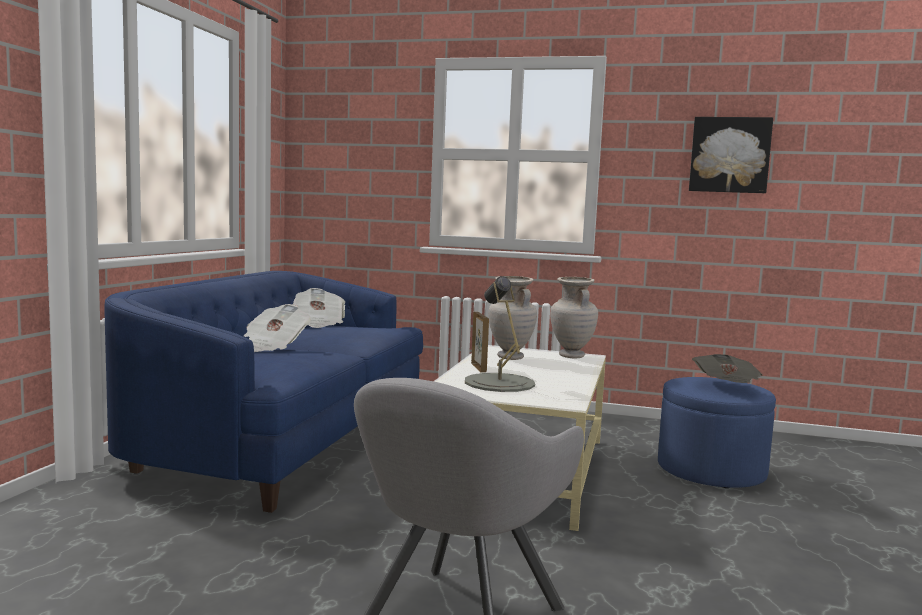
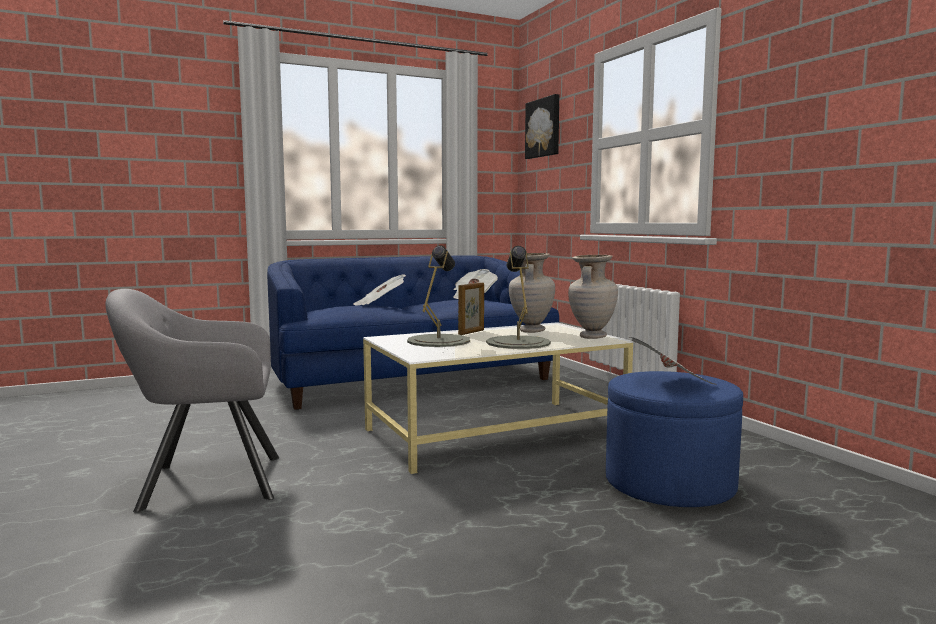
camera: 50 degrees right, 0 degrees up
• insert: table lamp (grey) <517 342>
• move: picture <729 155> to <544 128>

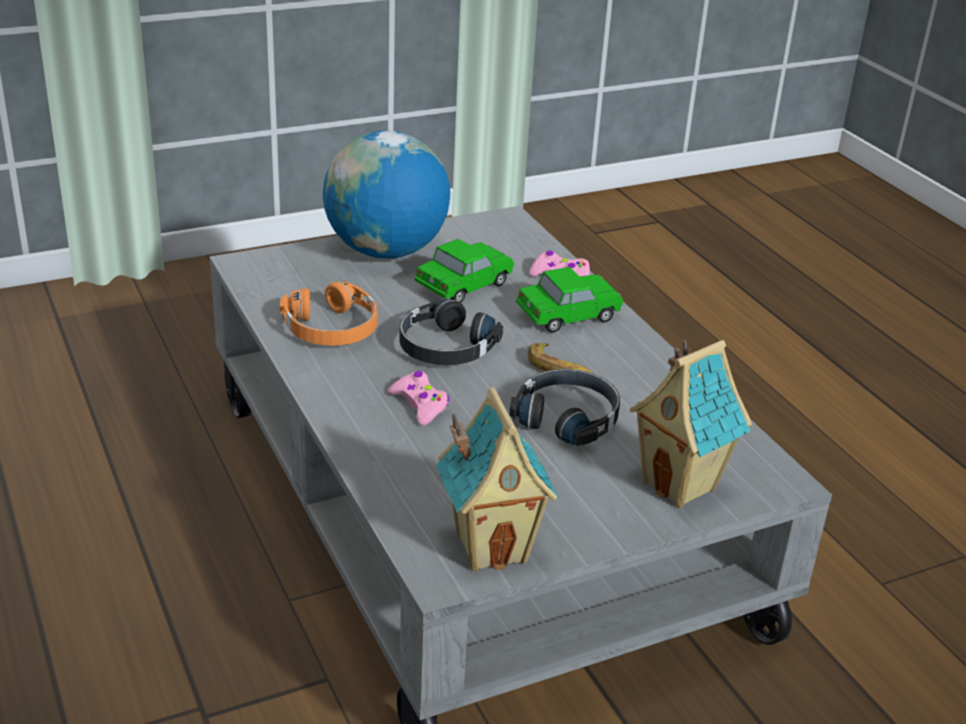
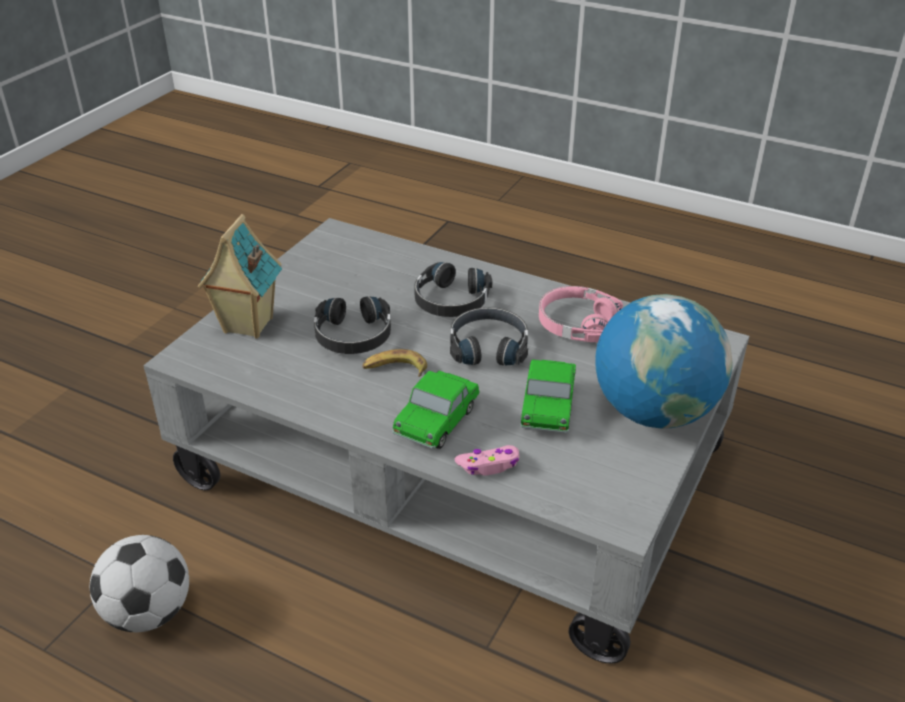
camera: 145 degrees right, 5 degrees up
• delete: toy house <492 547>
• insert: football <149 612>
• replace: game controller (pink) <420 405> to headphones (black) <450 301>
• recolor: headphones (orange) <332 328> to headphones (pink) <576 323>

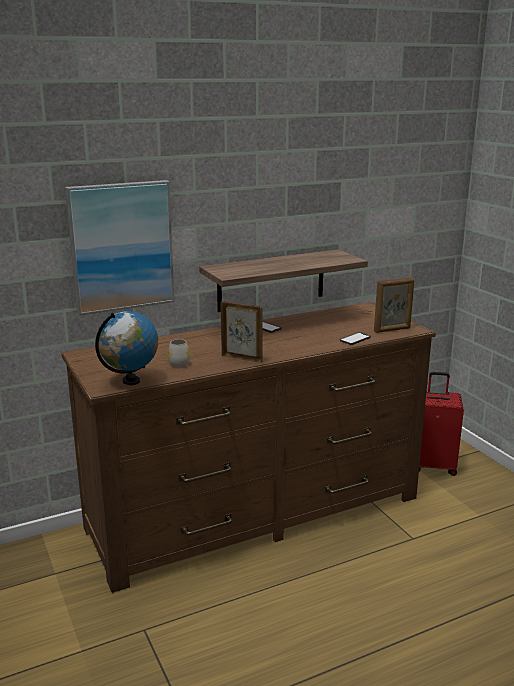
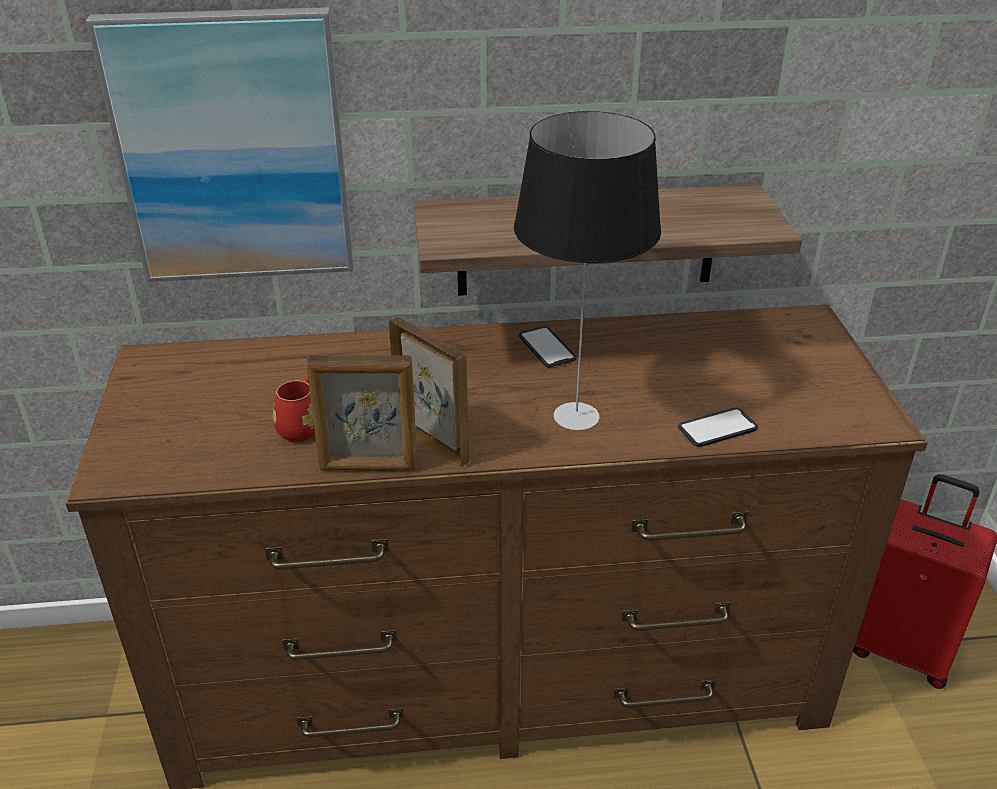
camera: 20 degrees right, 15 degrees up
• delete: globe <131 381>
• insert: table lamp <574 415>
• move: picture frame <392 330> to <368 467>
• recolor: mug (white) <179 362> to mug (red) <302 426>

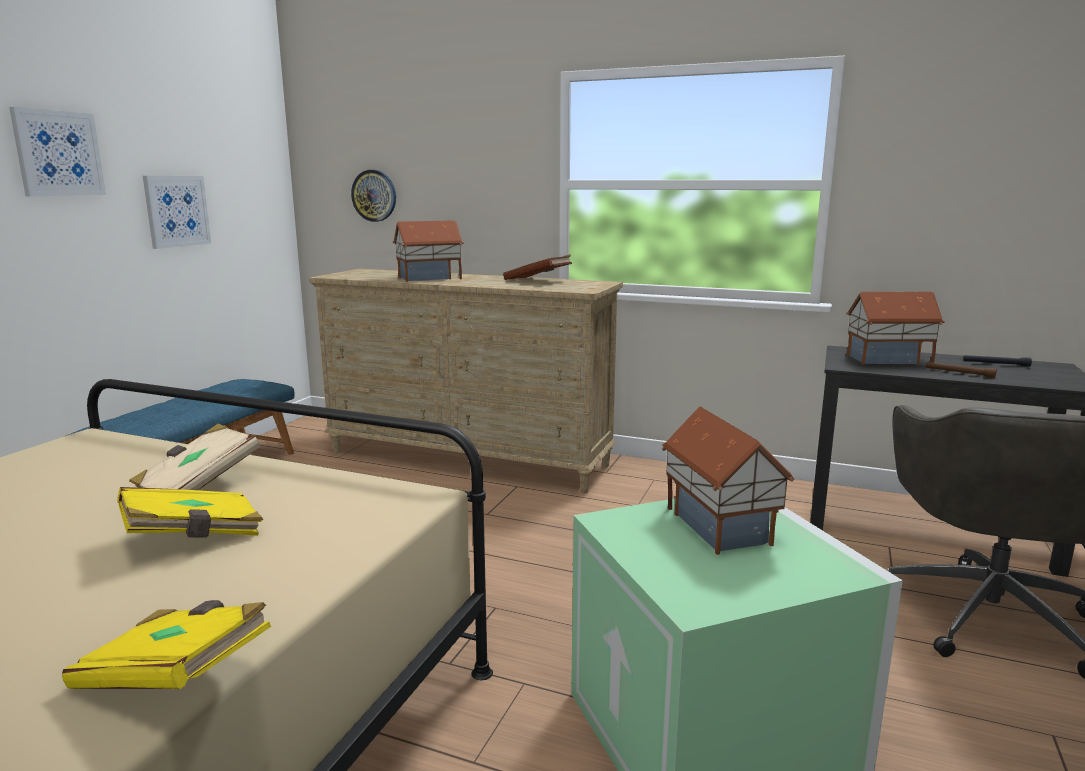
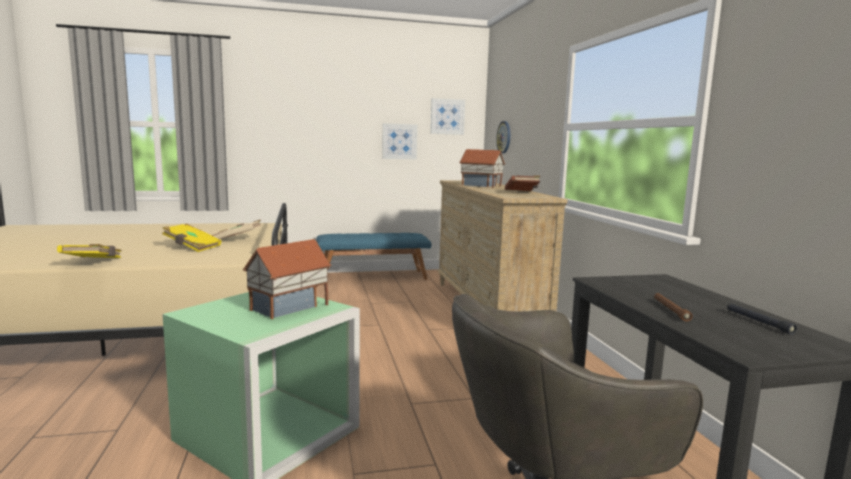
camera: 55 degrees right, 5 degrees down
• delete: toy house <889 360>
• move: picture <58 153> to <447 116>

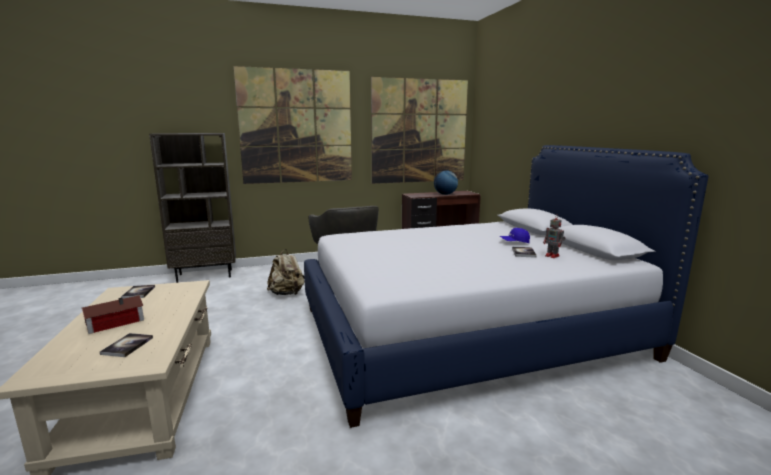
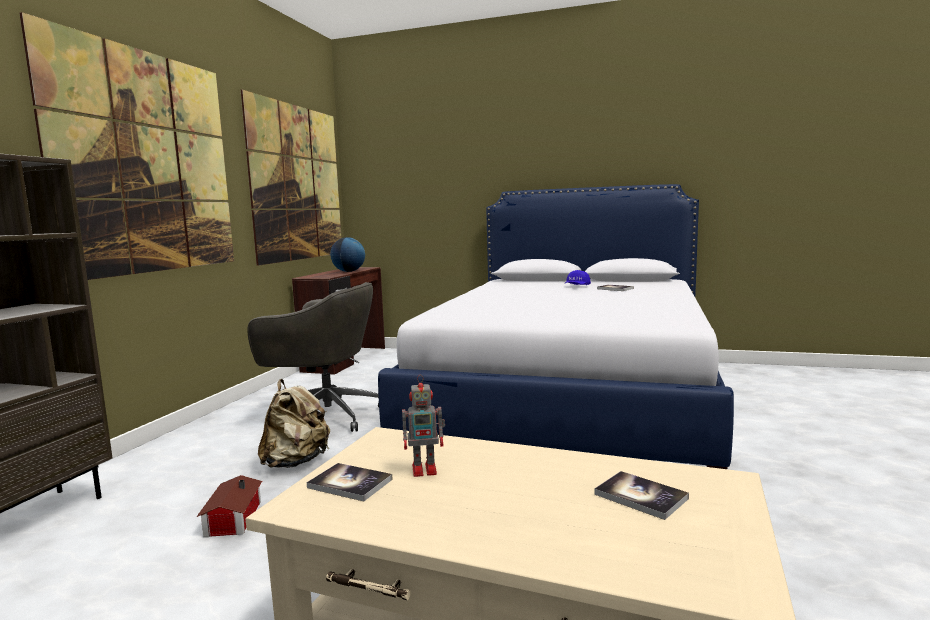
camera: 55 degrees left, 5 degrees down
• move: toy house <113 322> to <231 519>
• move: toy robot <553 256> to <426 469>

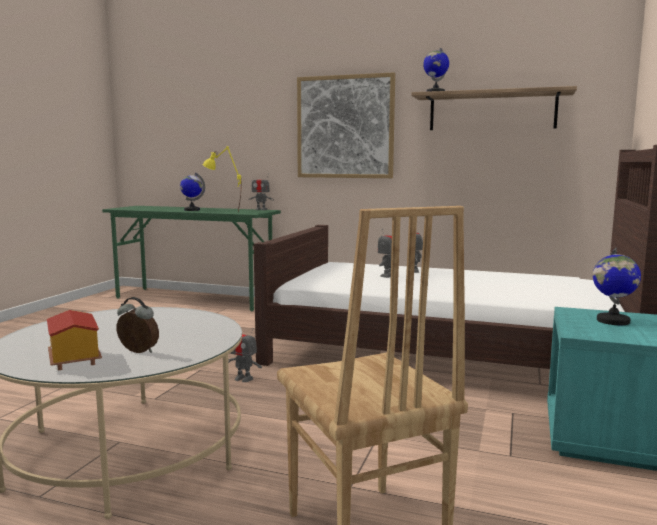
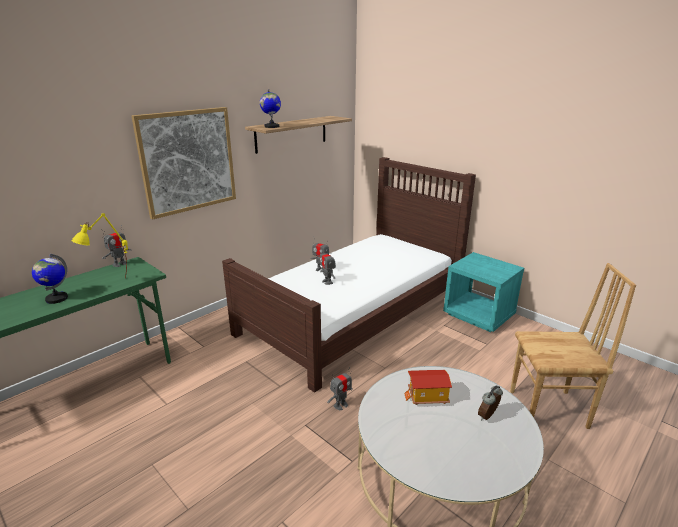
camera: 65 degrees left, 15 degrees up
• delete: globe <612 321>
• move: toy house <73 359> to <427 397>

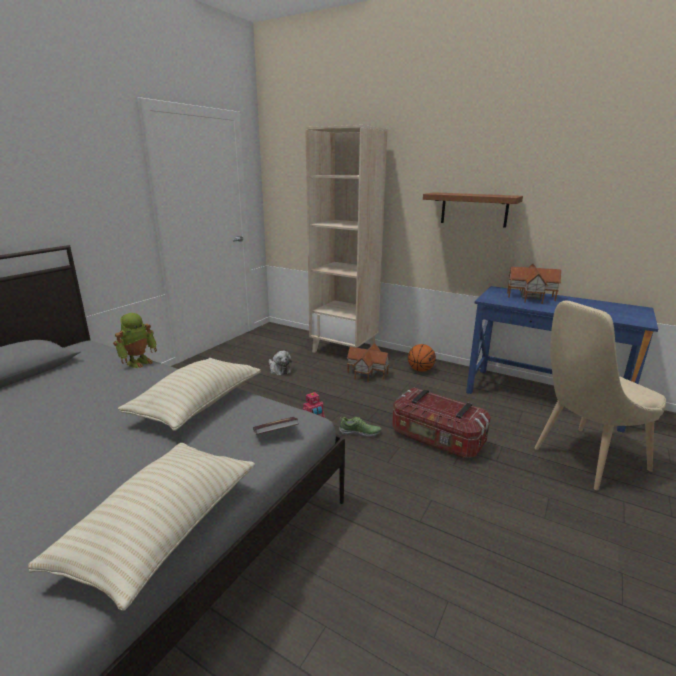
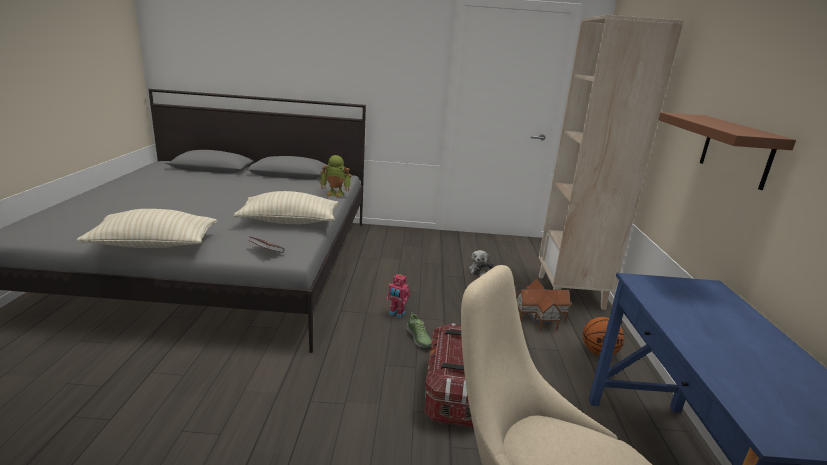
camera: 60 degrees right, 0 degrees up
• delete: toy house <531 297>

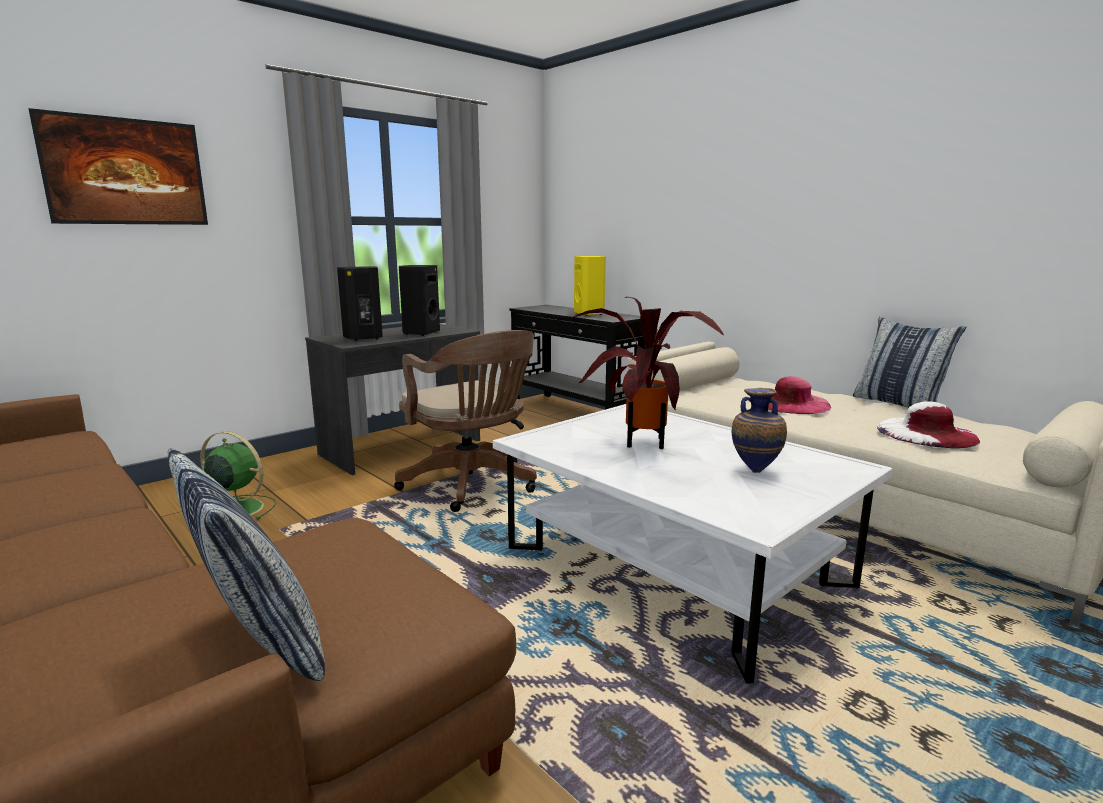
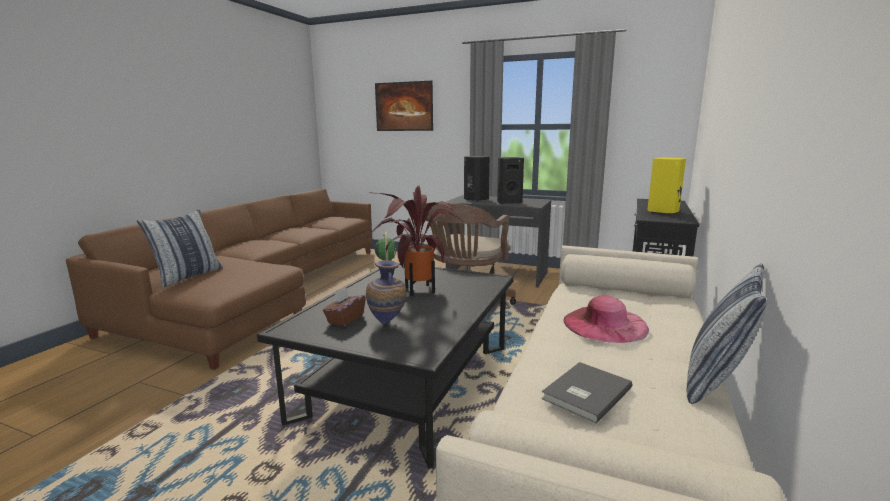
camera: 65 degrees right, 0 degrees up
• insert: tissue box (brown) <345 319>
• replace: hat (white) <926 433> to book (grey) <584 393>
• recolor: coffee table (white) <674 566> to coffee table (black) <408 382>

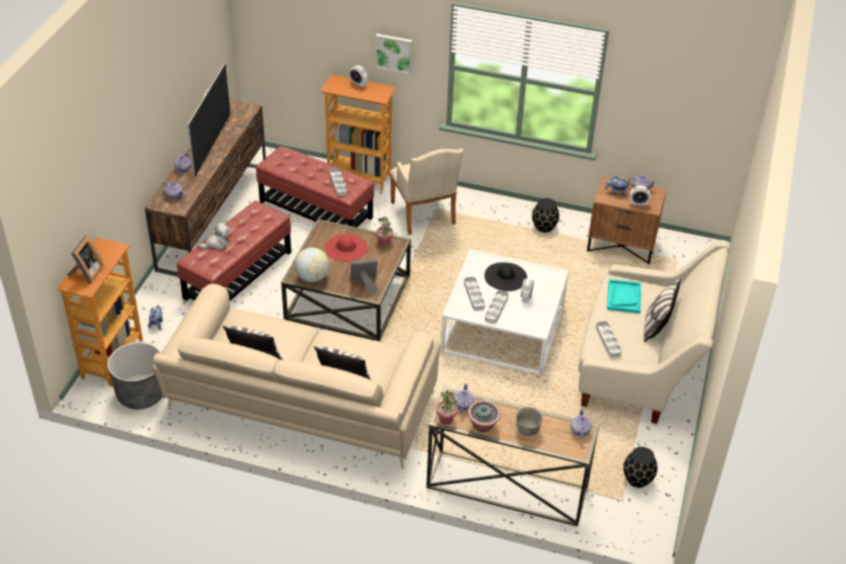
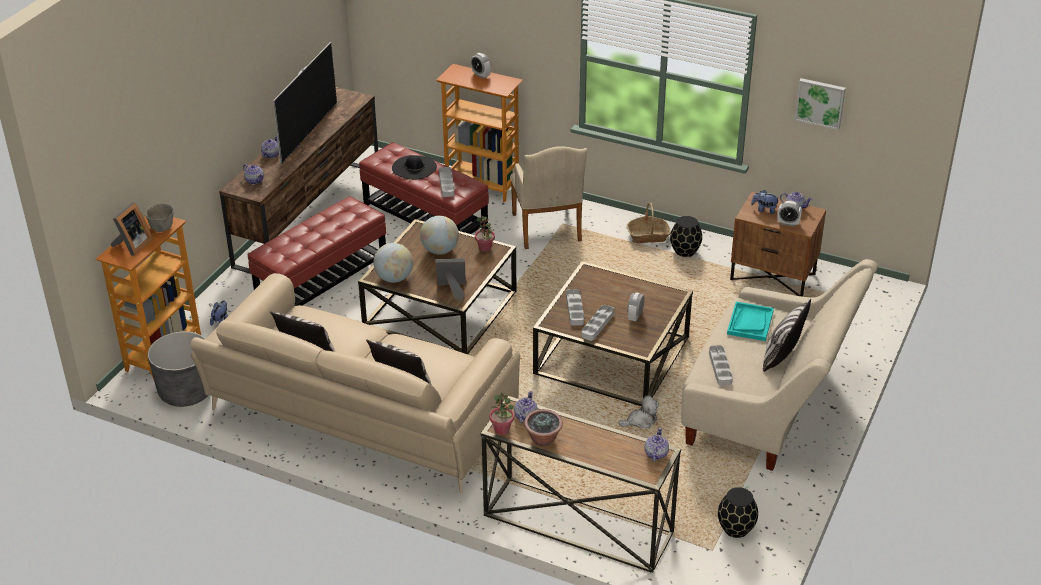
camera: 10 degrees right, 5 degrees down
• insert: basket <648 236>
• move: plush toy <217 243> to <641 421>
• move: picture <394 52> to <820 102>
• move: hat (black) <505 277> to <414 167>
• move: bowl (grey) <527 430> to <162 228>
• replace: hat (red) <346 248> to globe <440 250>
• recolor: coffee table (white) <503 329> to coffee table (brown) <612 355>

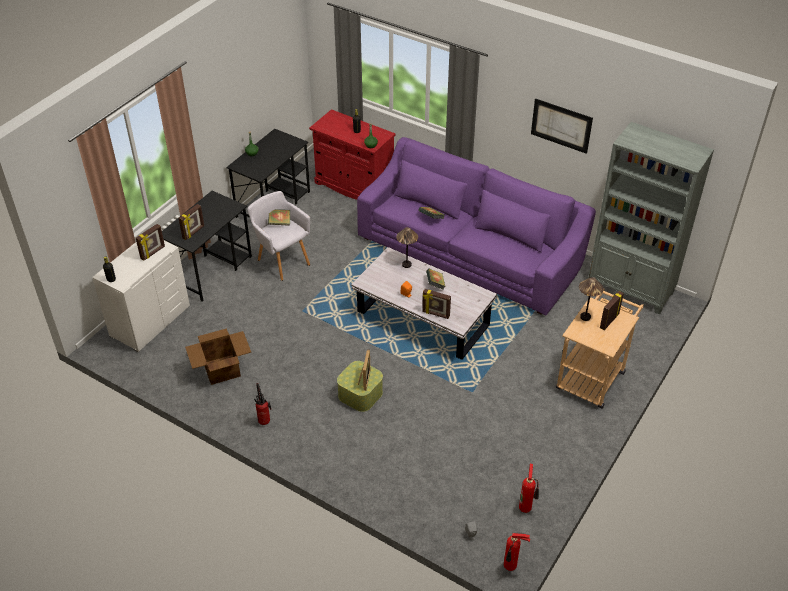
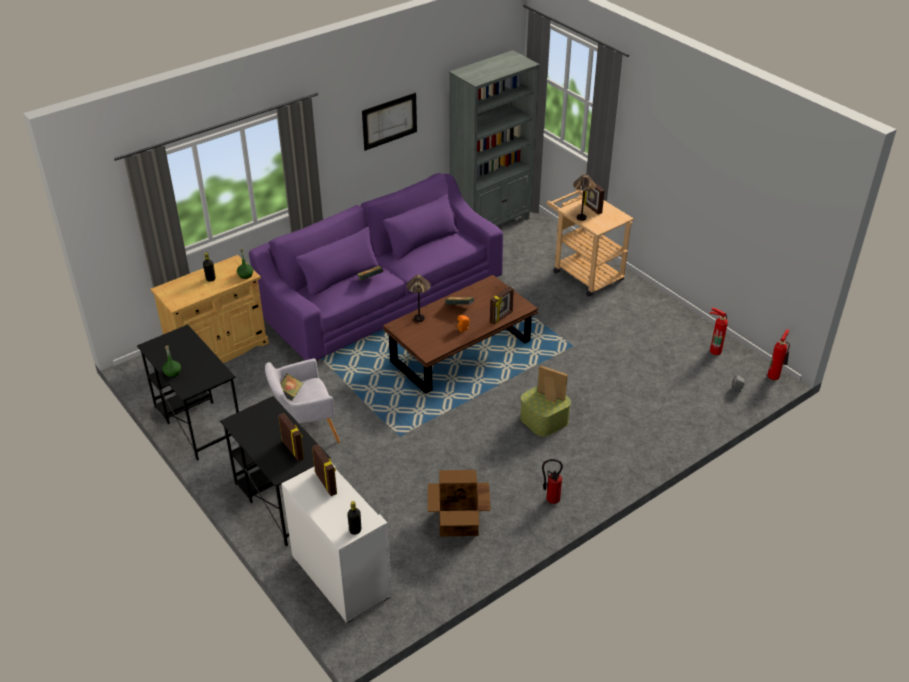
camera: 70 degrees left, 5 degrees down
• recolor: cabinet (red) <354 186> to cabinet (beige) <218 350>
• recolor: coffee table (white) <423 319> to coffee table (brown) <461 352>

